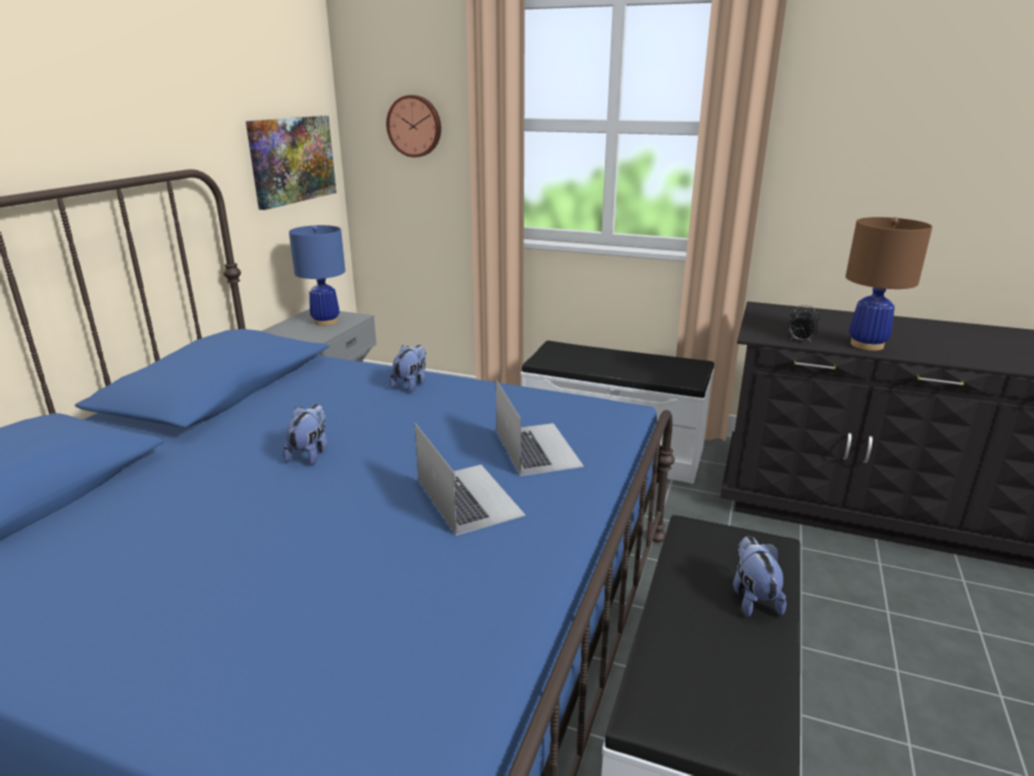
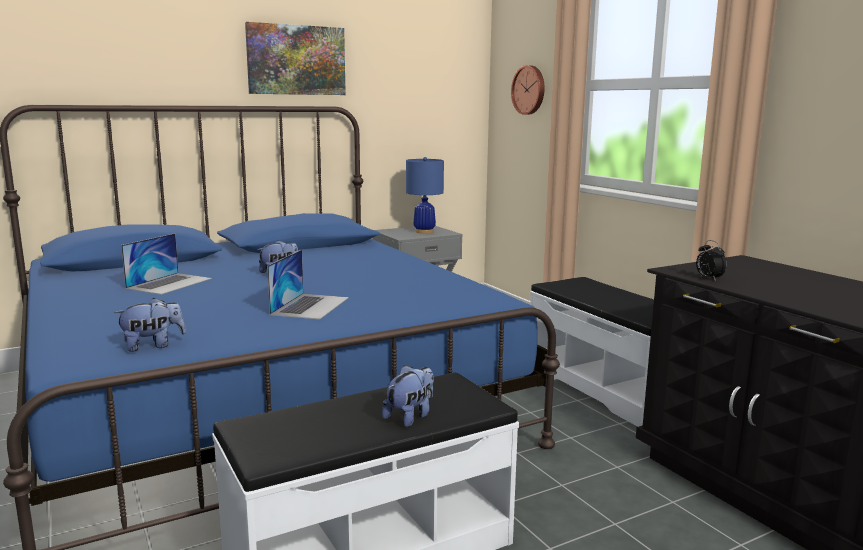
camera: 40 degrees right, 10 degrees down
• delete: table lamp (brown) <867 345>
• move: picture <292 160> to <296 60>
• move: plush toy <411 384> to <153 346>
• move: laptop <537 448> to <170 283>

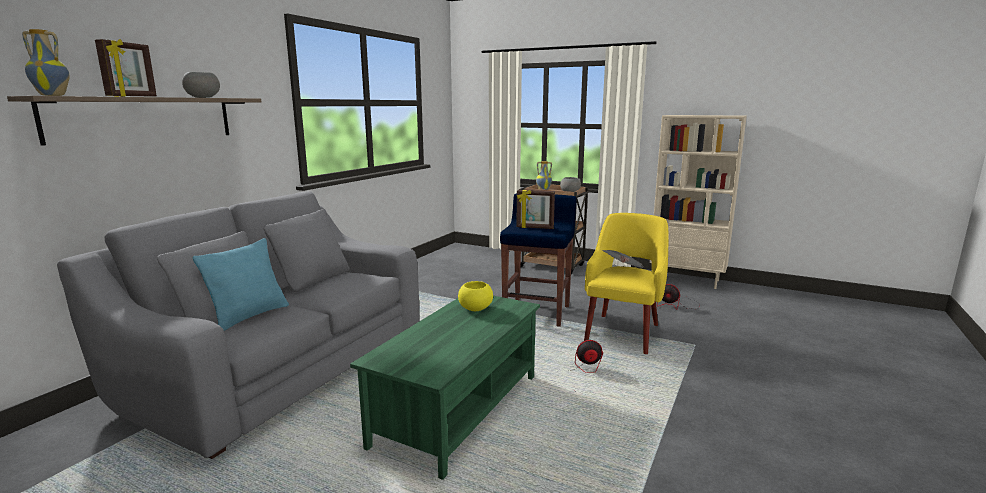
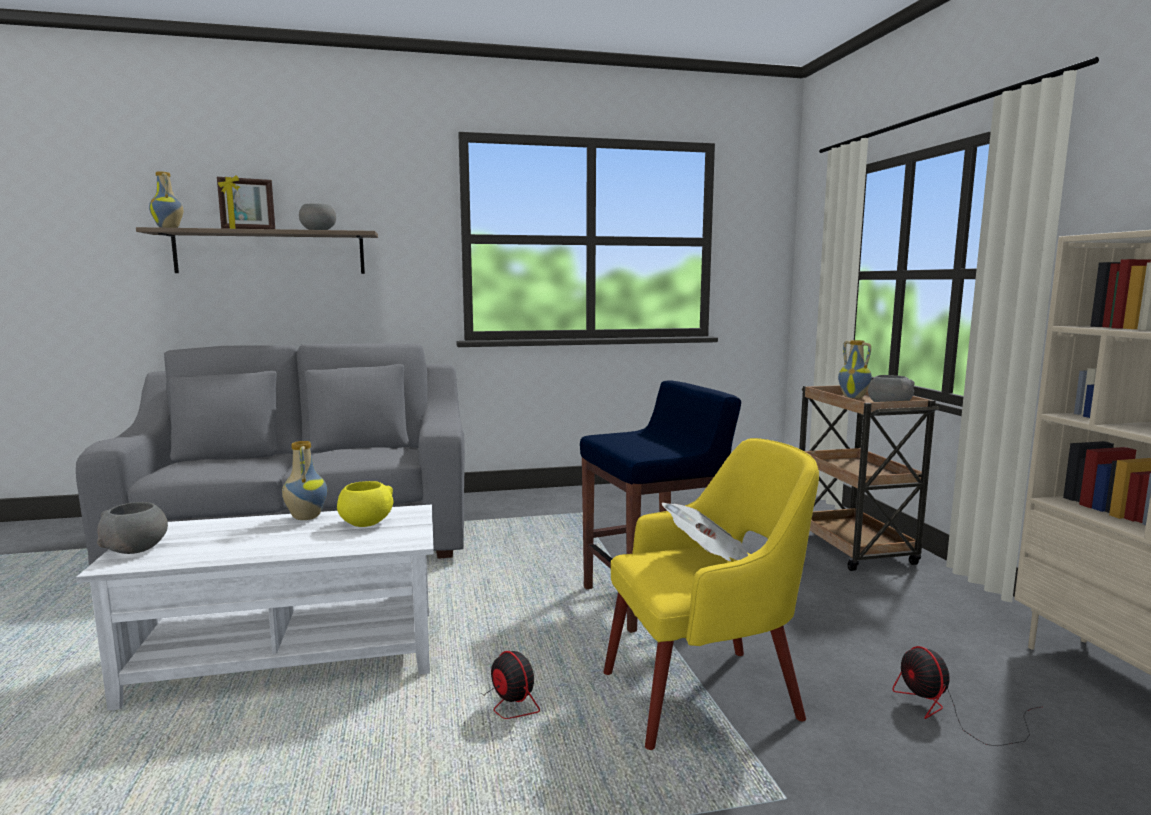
camera: 50 degrees right, 5 degrees down
• delete: pillow (turquoise) <249 316>
• delete: picture frame <534 228>
• insert: bowl (grey) <136 549>
• insert: vase <305 517>
• recolor: coffee table (green) <458 409> to coffee table (white) <289 656>

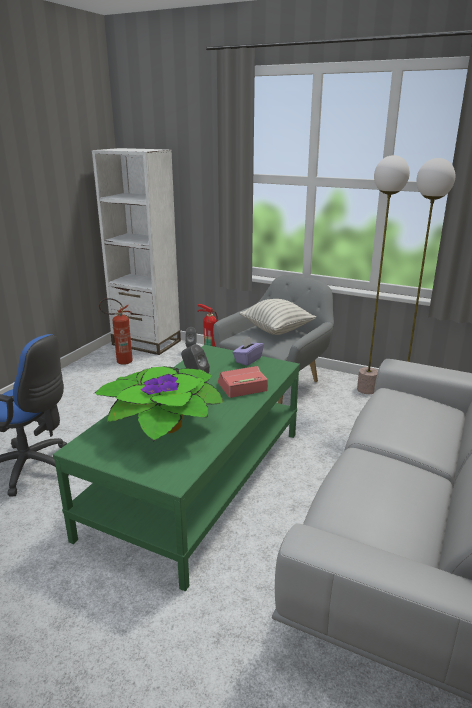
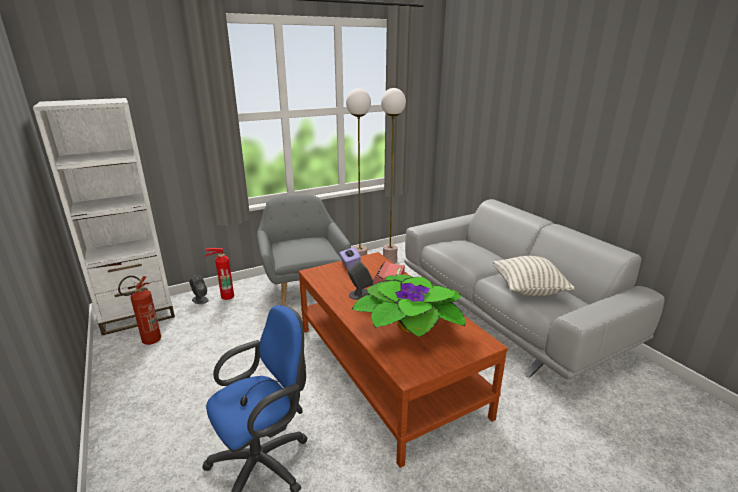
camera: 55 degrees left, 0 degrees up
• move: pillow <277 330> to <528 289>
• recolor: coffee table (green) <197 481> to coffee table (brown) <386 369>

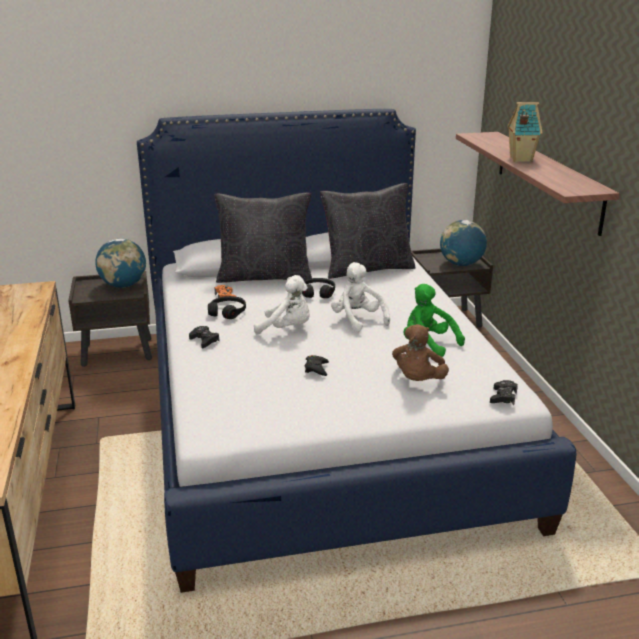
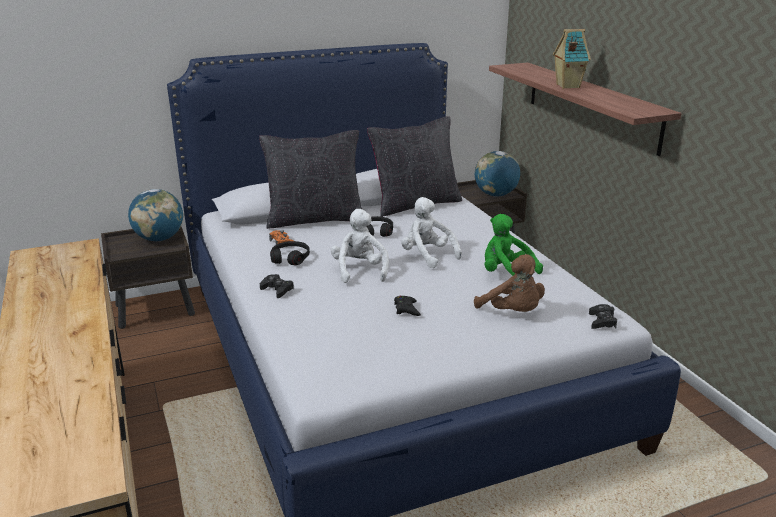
camera: 10 degrees left, 0 degrees up
• rotate: plush toy (white) <287 329> = <359 271> 105 degrees counterclockwise
• rotate: plush toy (brown) <418 381> = <512 312> 45 degrees counterclockwise

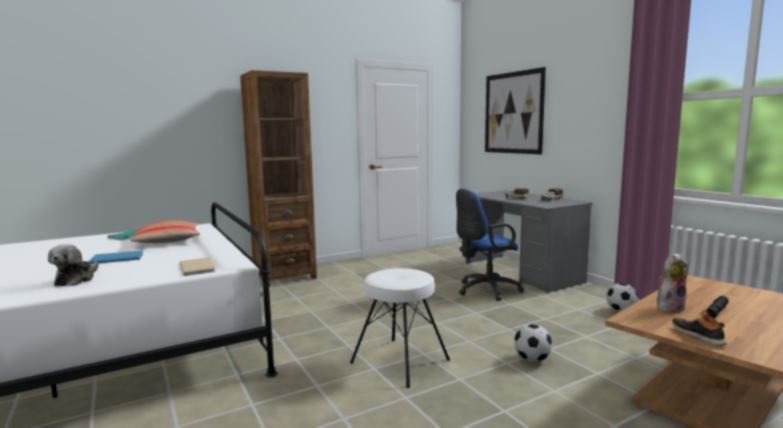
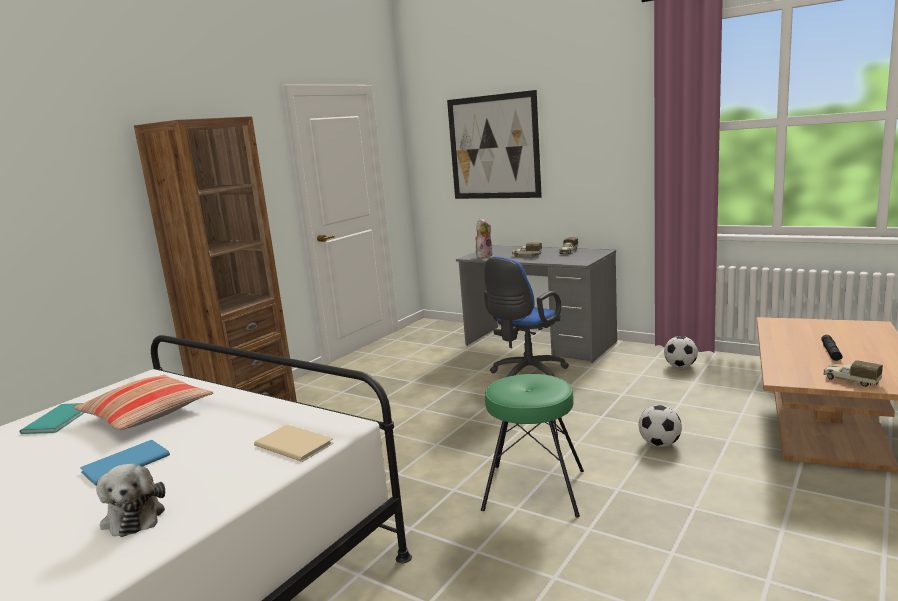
camera: 25 degrees left, 5 degrees up
• move: plush toy <669 307> to <484 255>
• replace: shoe <698 336> to toy truck <850 380>
• recolor: stool (white) <400 360> to stool (green) <534 489>

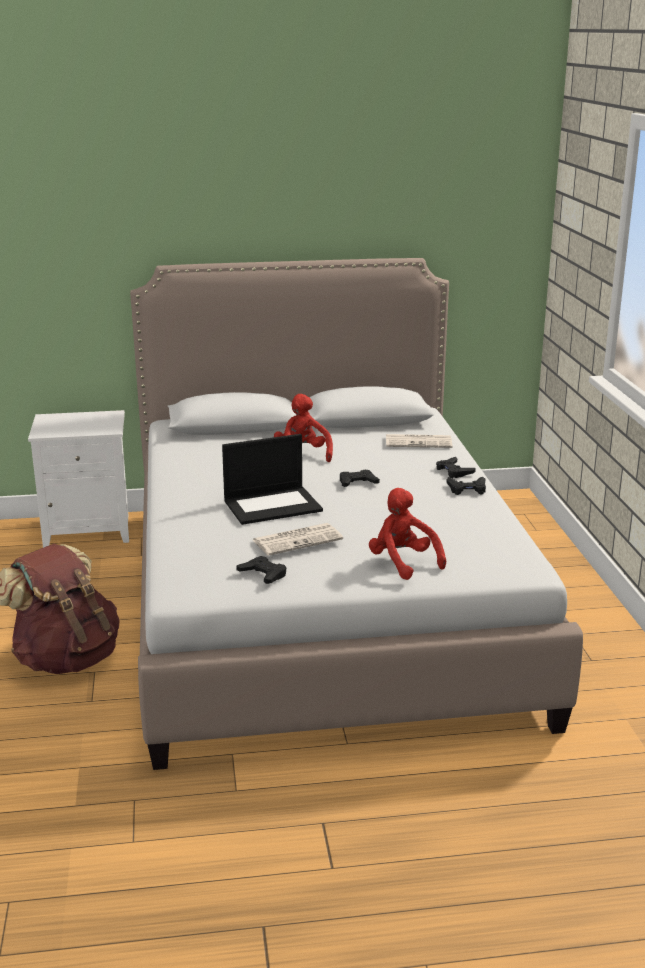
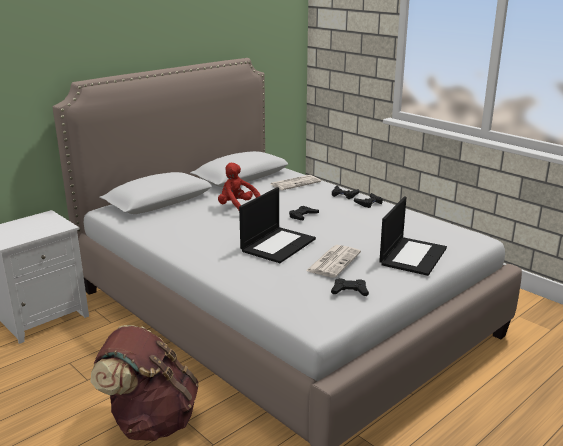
camera: 35 degrees left, 0 degrees up
• replace: plush toy (red) <403 562> to laptop <412 256>

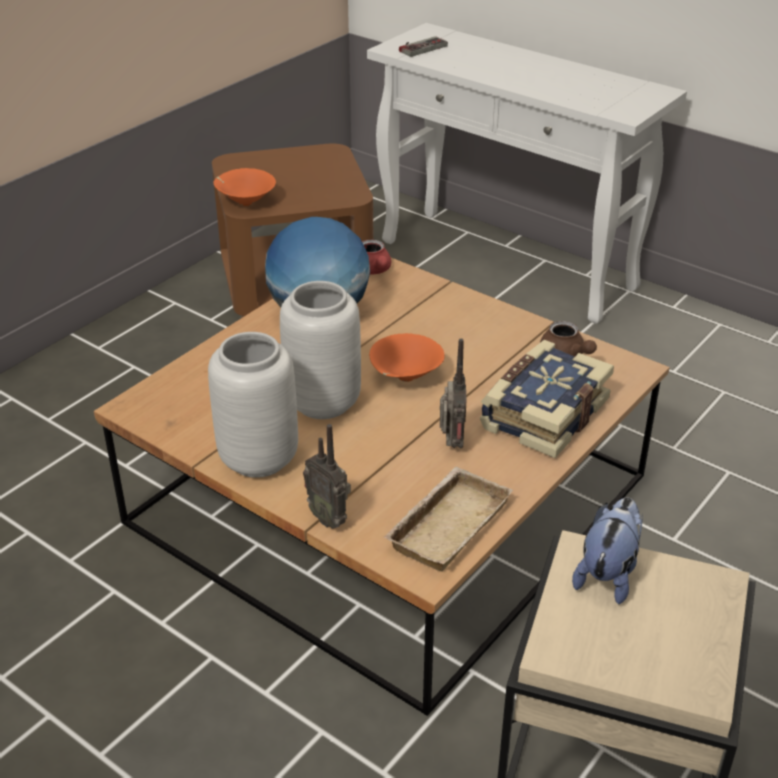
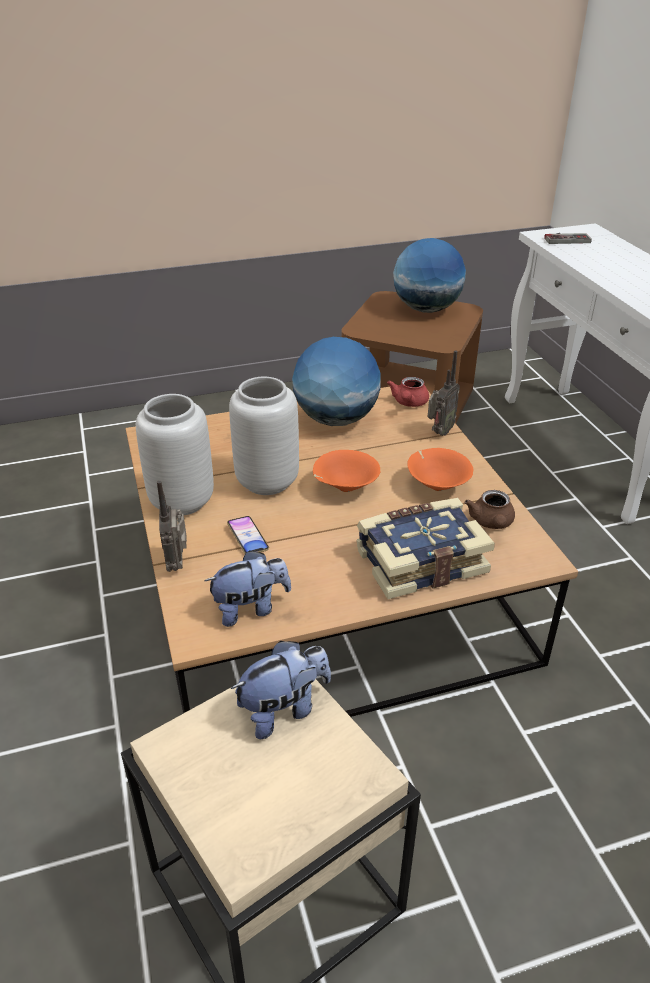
camera: 35 degrees right, 0 degrees up
• insert: phone <248 538>
• insert: globe <426 309>
• move: bowl (orange) <245 202> to <436 485>
• move: radio <451 444> to <439 432>
• replace: tray (beige) <447 523> to plush toy <250 608>

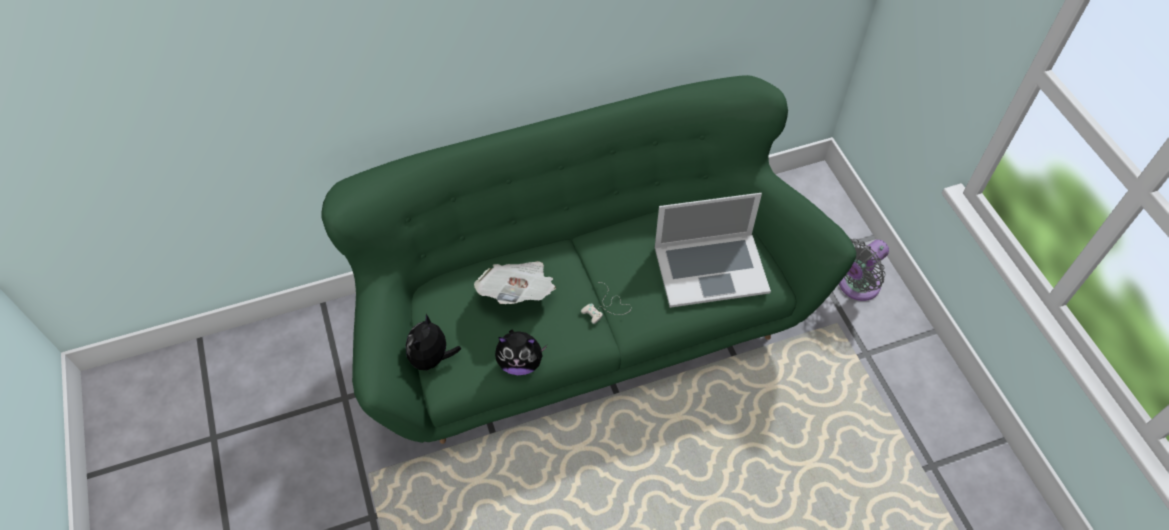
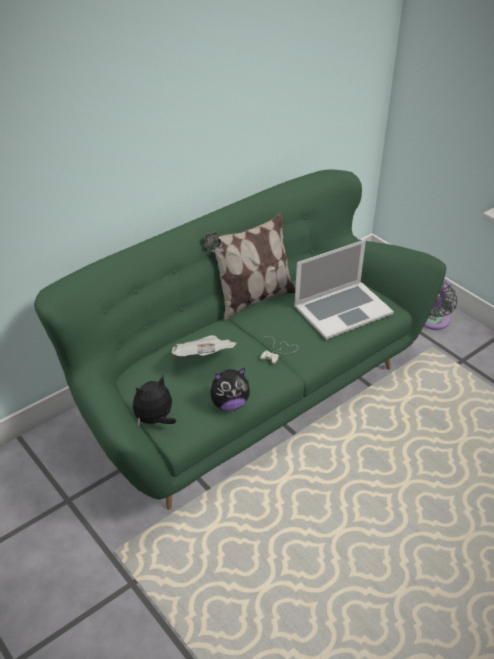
camera: 20 degrees left, 15 degrees down
• insert: pillow <252 299>
• rotate: plush toy <432 359> = <155 420> 60 degrees clockwise

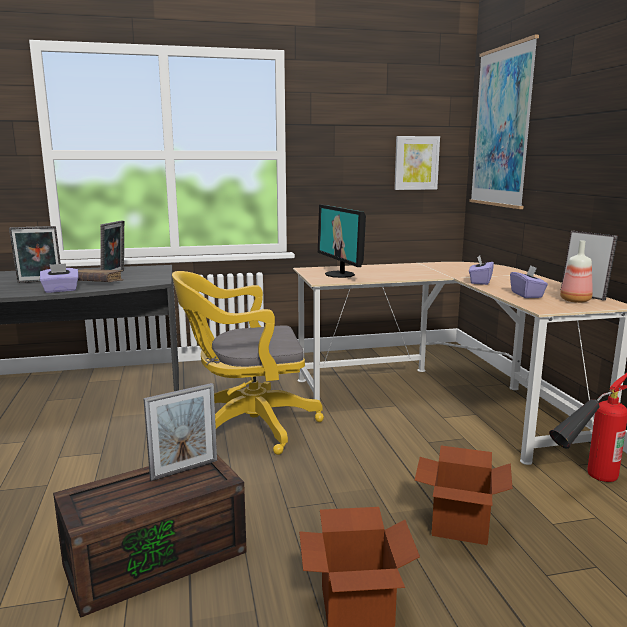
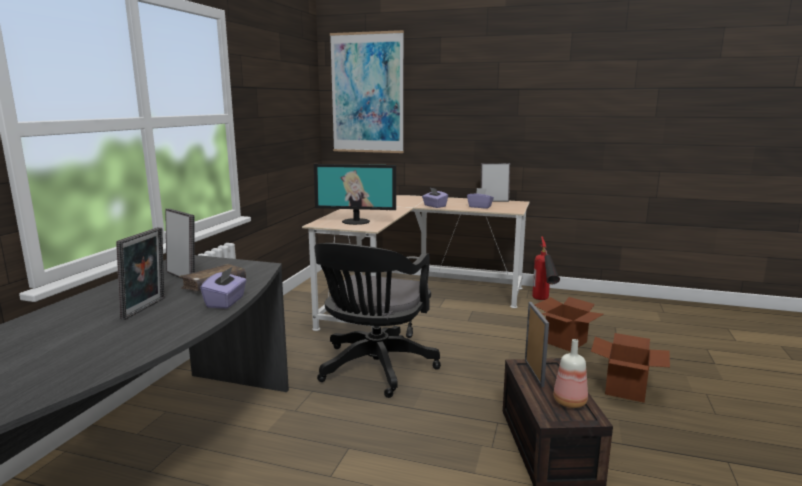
camera: 60 degrees left, 0 degrees up
• delete: picture <416 163>
• move: bottle <575 301> to <571 402>
• recolor: office chair (yellow) <246 425> to office chair (black) <374 369>

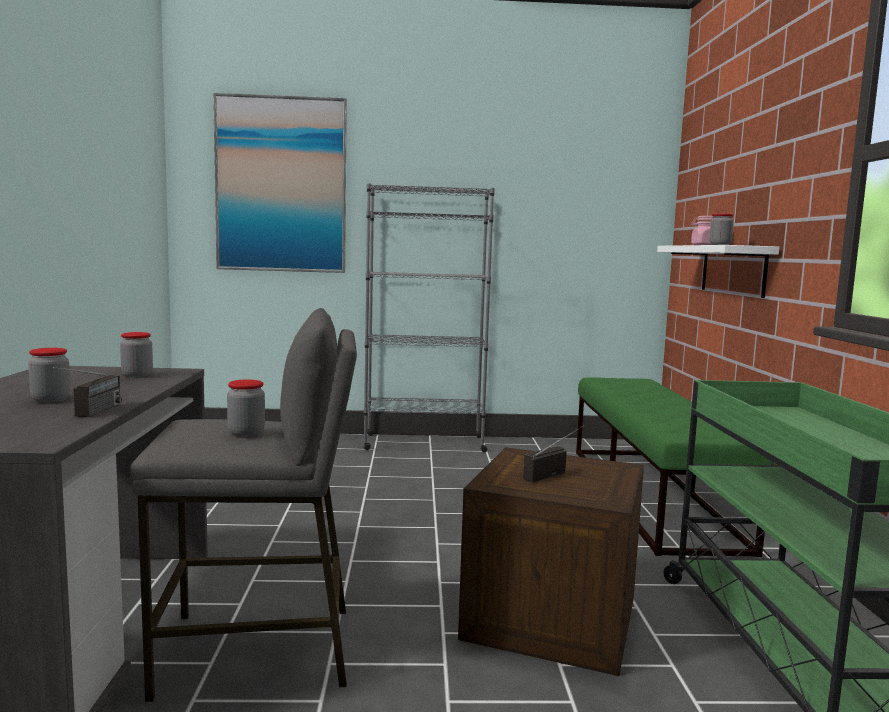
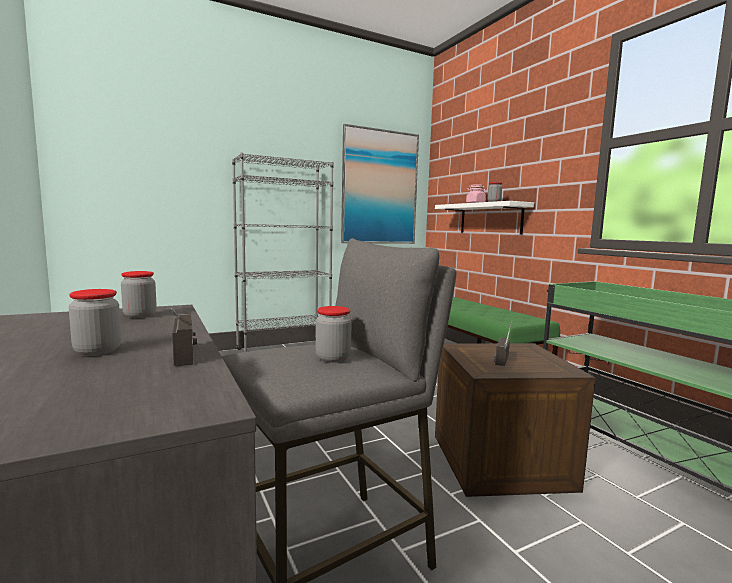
camera: 25 degrees left, 0 degrees up
• move: picture <281 185> to <380 187>

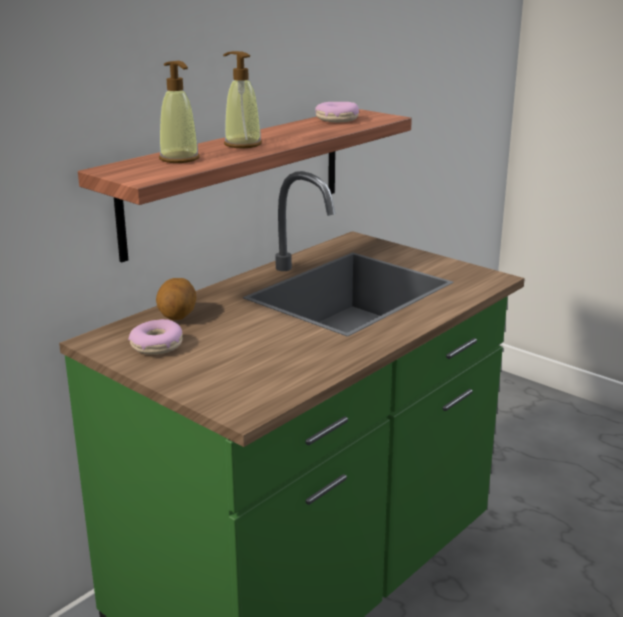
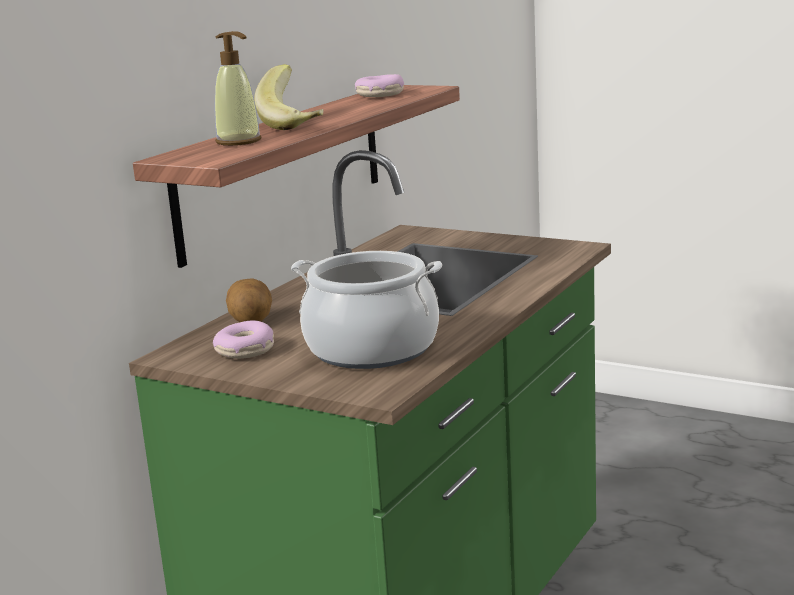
camera: 10 degrees left, 5 degrees down
• insert: cooking pot <372 349>
• replace: soap dispenser <242 144> to banana <296 124>

